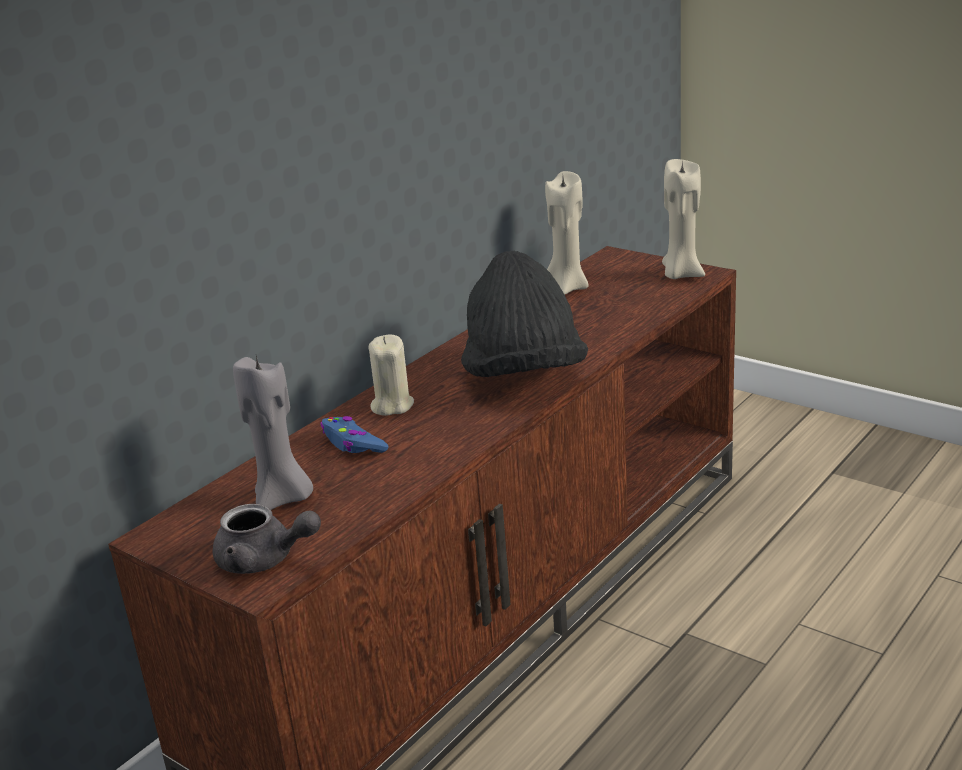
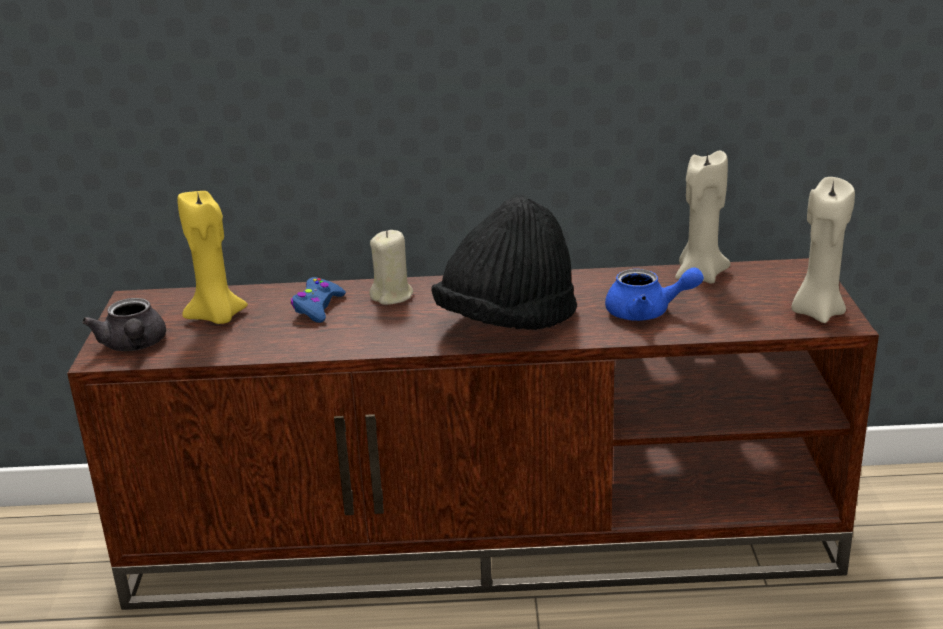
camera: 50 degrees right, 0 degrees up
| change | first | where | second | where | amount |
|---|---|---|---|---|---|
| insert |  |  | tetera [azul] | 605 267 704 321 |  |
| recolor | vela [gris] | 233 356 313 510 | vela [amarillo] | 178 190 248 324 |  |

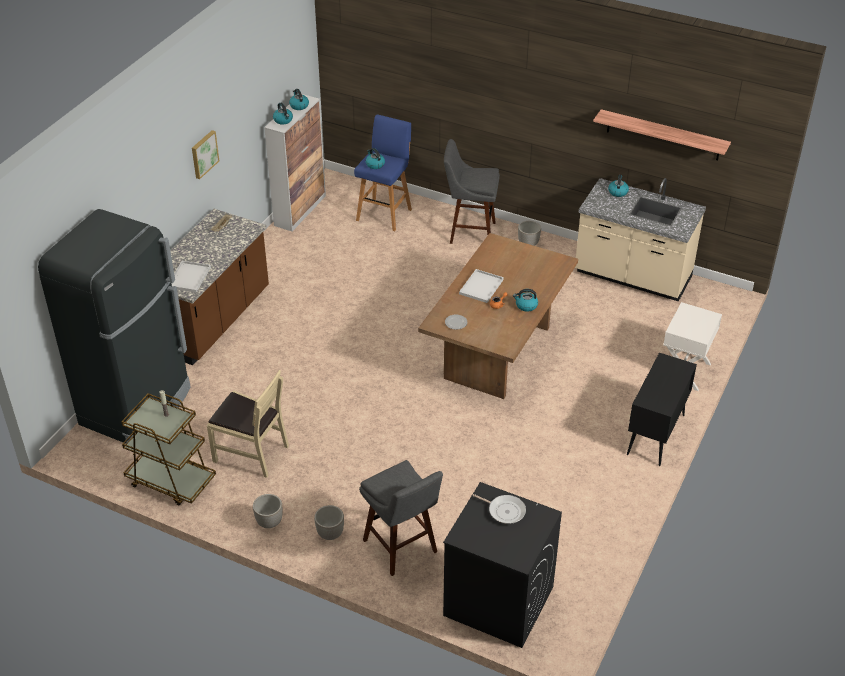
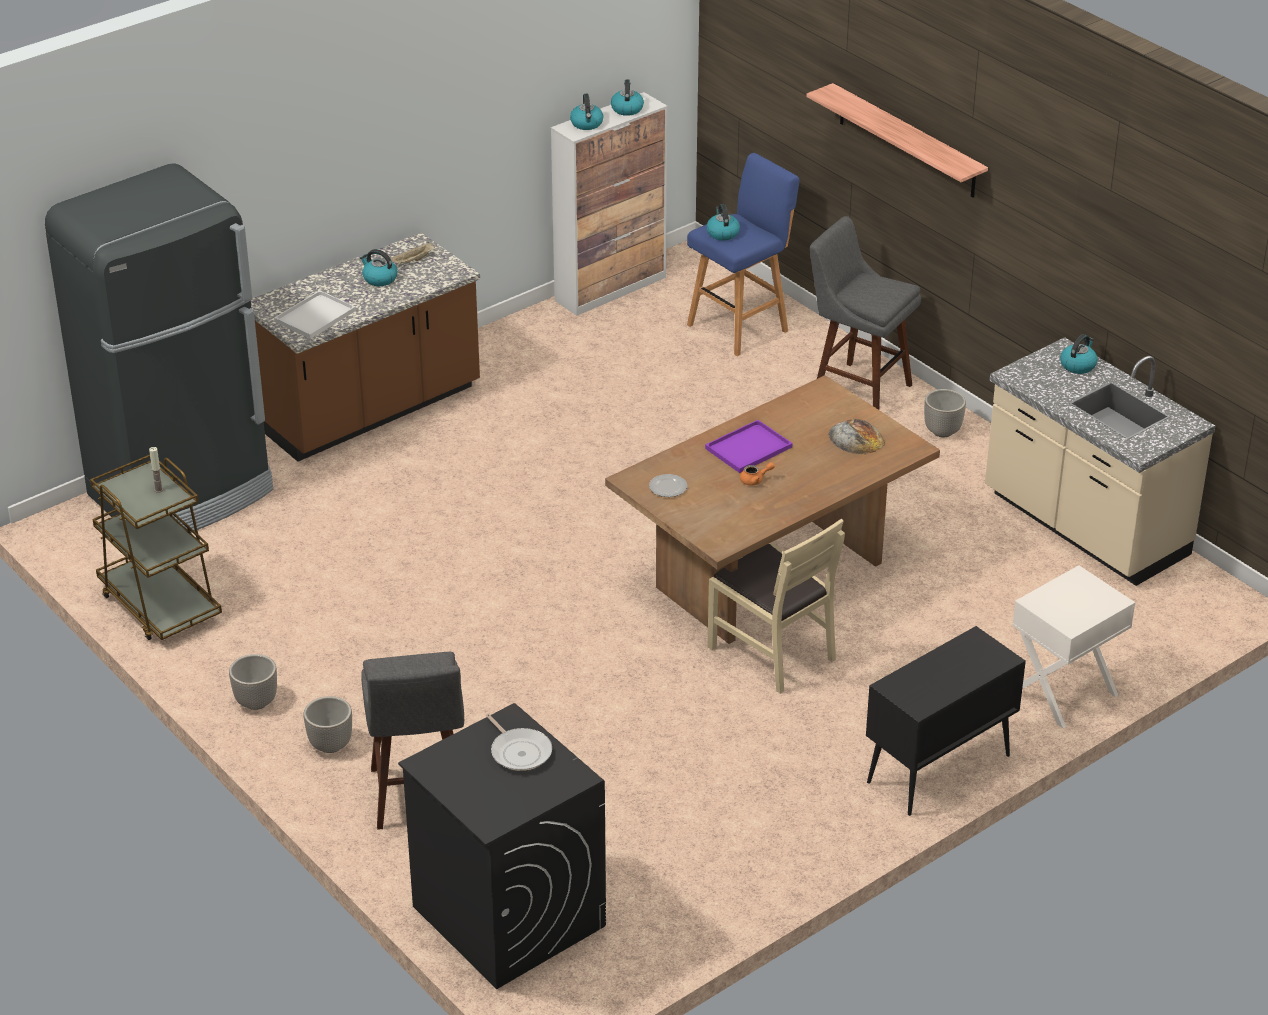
camera: 25 degrees right, 5 degrees down
| change | first | where | second | where | amount |
|---|---|---|---|---|---|
| delete | cuadro | 192 130 219 179 |  |  |  |
| insert |  |  | pan | 828 419 885 454 |  |
| move | silla [beis] | 207 370 289 478 |  | 707 519 845 694 |  |
| move | hervidor | 513 289 538 312 |  | 360 249 398 286 |  |
| move | estante | 593 109 731 161 |  | 807 83 988 198 |  |
| recolor | bandeja [blanco] | 459 269 504 303 | bandeja [morado] | 705 420 792 473 |  |

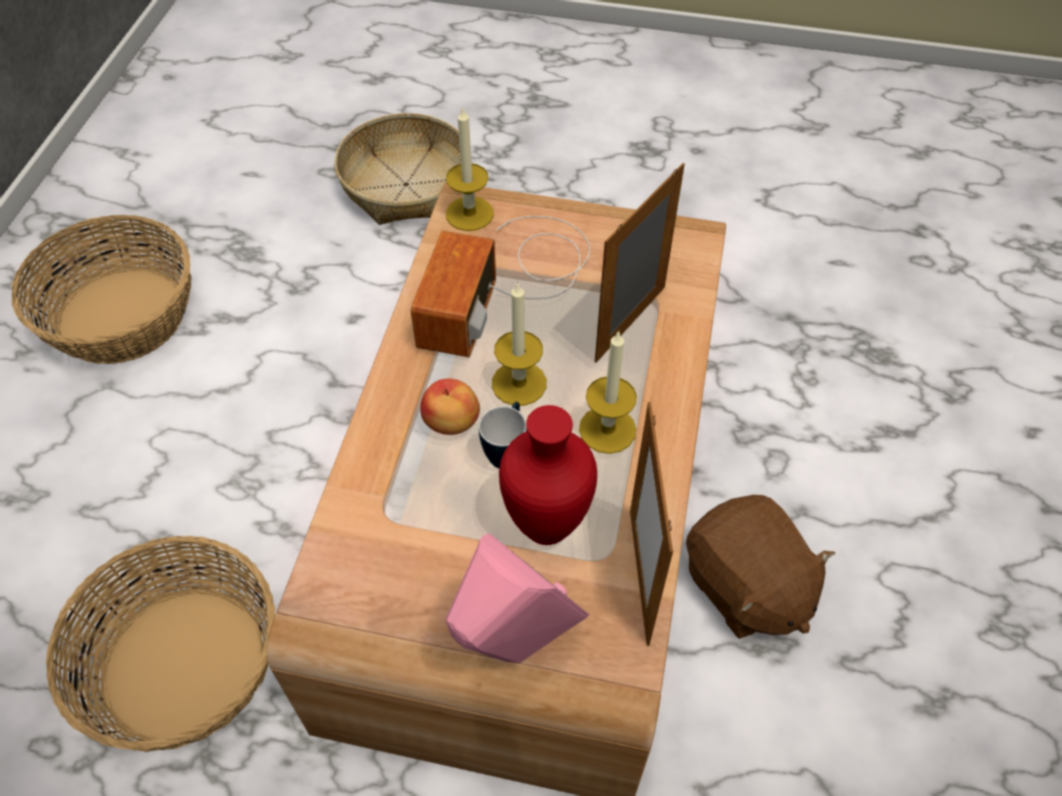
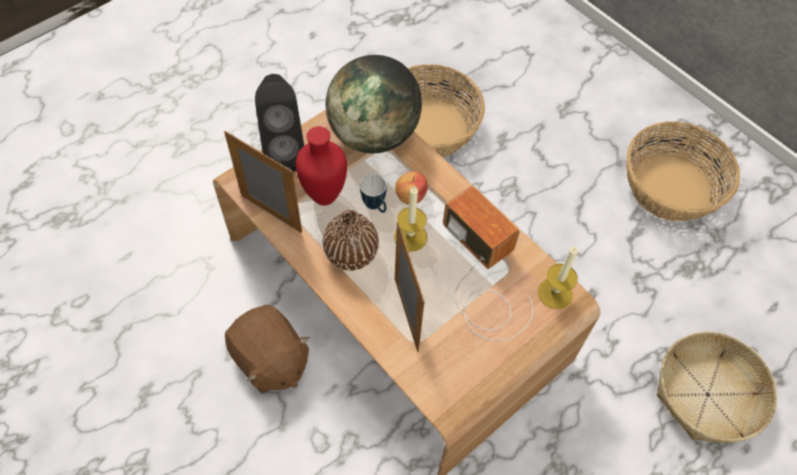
camera: 125 degrees right, 5 degrees up
| change | first | where | second | where | amount |
|---|---|---|---|---|---|
| insert |  |  | globo terráqueo | 326 55 422 153 |  |
| replace | vela | 579 330 637 454 | florero [marrón] | 322 210 379 271 |  |
| recolor | altavoz [rosa] | 445 533 589 663 | altavoz [negro] | 255 74 304 171 |  |
| rotate | peluche [marrón] | 686 495 835 639 |  | 225 305 310 394 | 135 degrees counterclockwise |

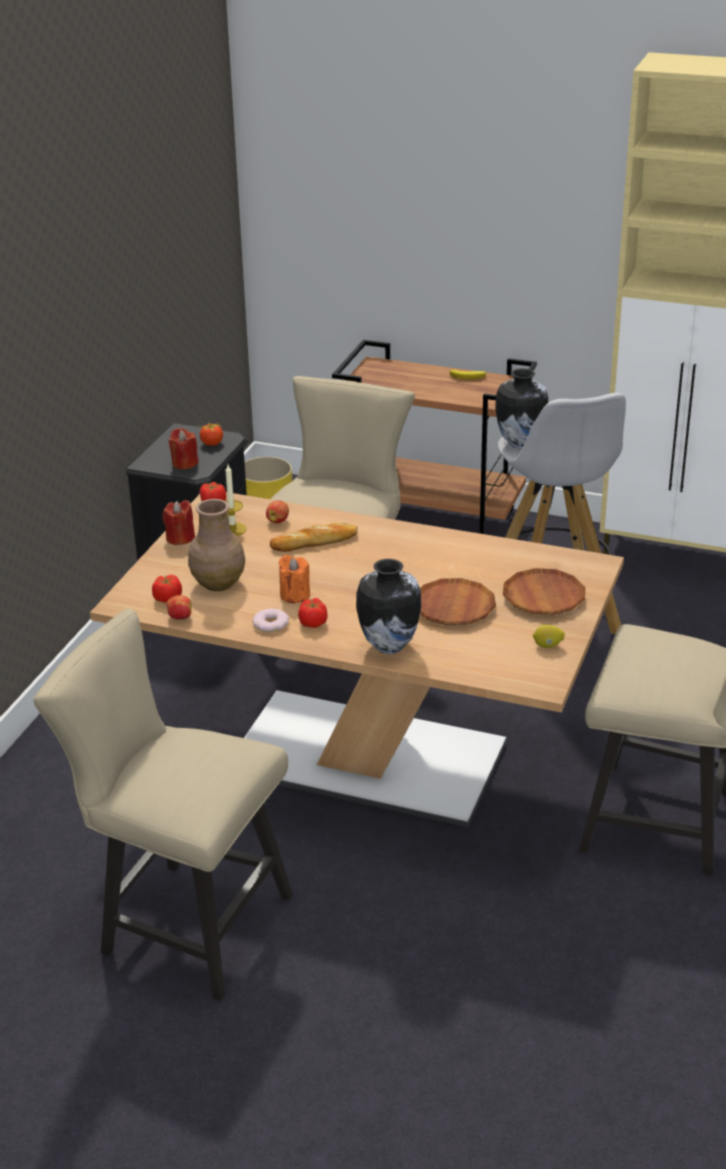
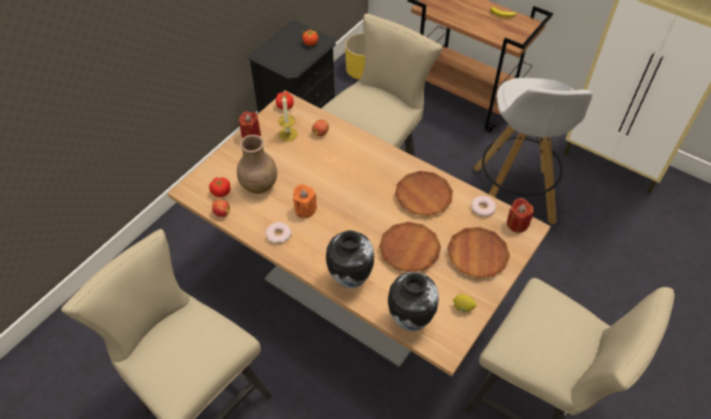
camera: 15 degrees right, 20 degrees up
| change | first | where | second | where | amount |
|---|---|---|---|---|---|
| delete | pan | 270 523 358 552 |  |  |  |
| delete | tomate | 298 598 327 628 |  |  |  |
| insert |  |  | plato [marrón] | 395 171 453 216 |  |
| insert |  |  | rosquilla | 471 196 496 217 |  |
| move | vela [rojo] | 169 428 199 469 |  | 507 198 534 233 |  |
| move | florero | 495 368 548 448 |  | 388 272 439 331 |  |

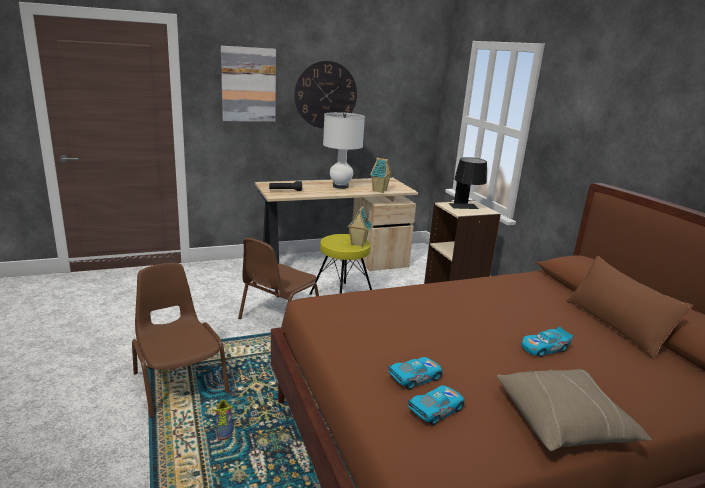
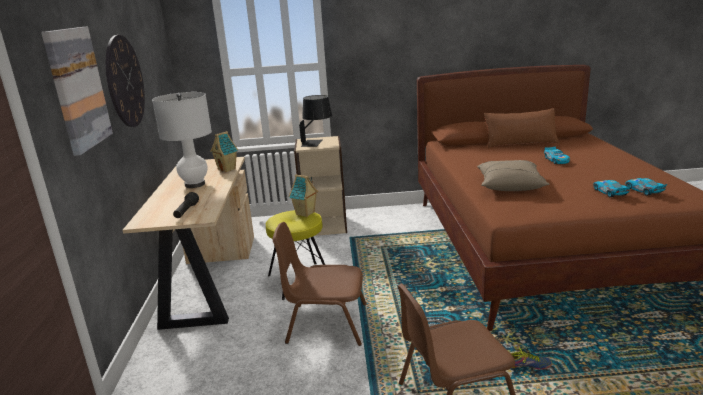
camera: 70 degrees left, 0 degrees up
| change | first | where | second | where | amount |
|---|---|---|---|---|---|
| move | cojín [beis] | 497 369 652 451 |  | 477 160 550 191 |  |
| rotate | silla [marrón] | 238 238 319 328 |  | 272 222 367 346 | 135 degrees clockwise |

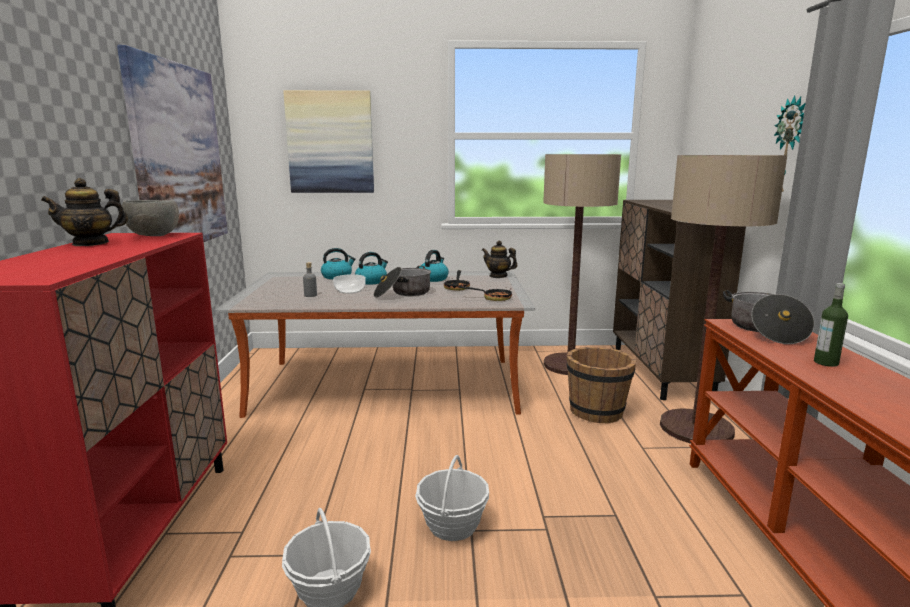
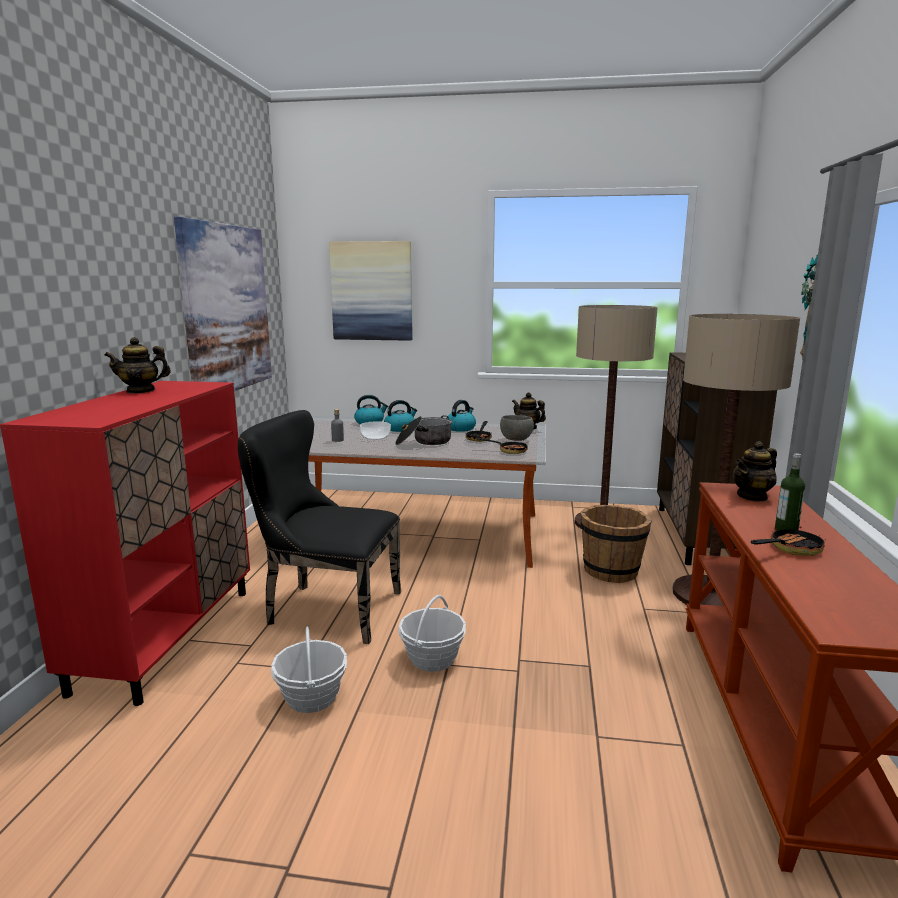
camera: 10 degrees right, 0 degrees up
| change | first | where | second | where | amount |
|---|---|---|---|---|---|
| insert |  |  | silla [negro] | 238 410 401 644 |  |
| insert |  |  | sartén | 751 525 825 556 |  |
| move | cuenco [gris] | 122 200 179 236 |  | 500 415 534 441 |  |
| replace | olla | 723 290 815 344 | tetera | 733 441 777 502 |  |

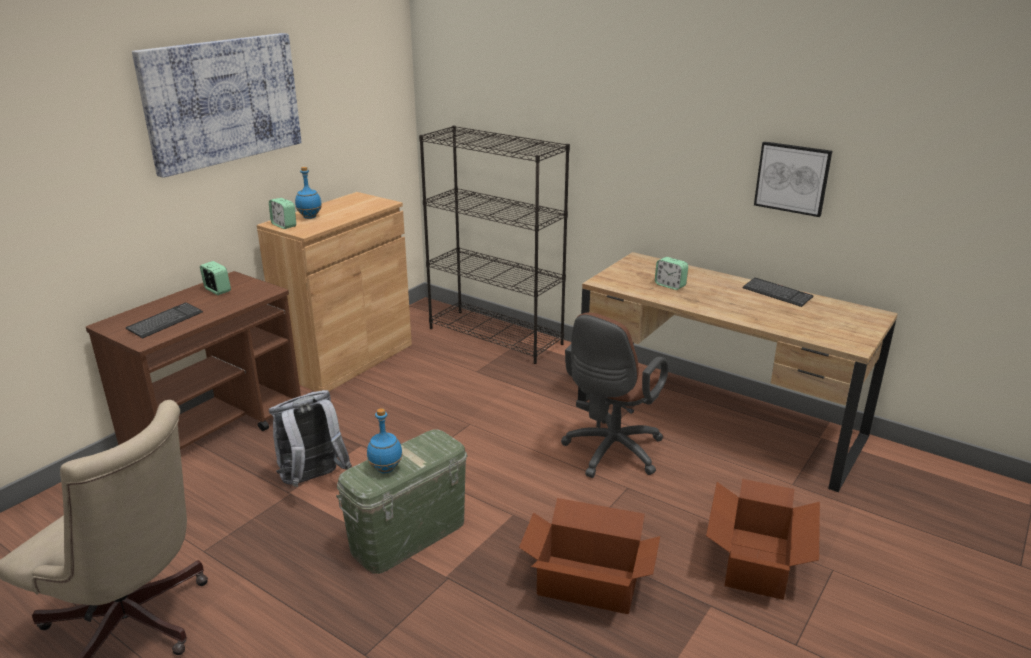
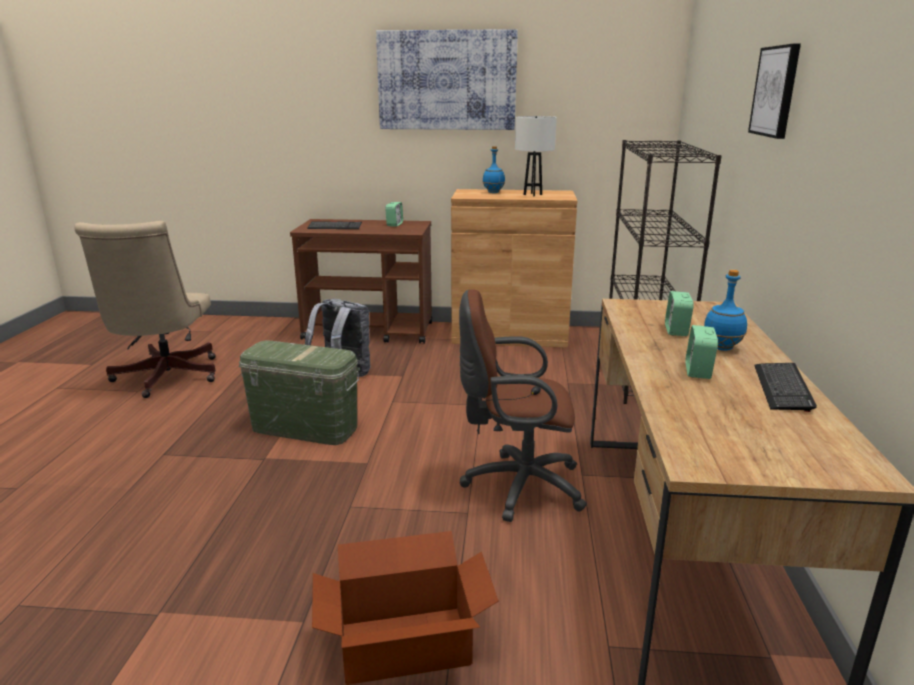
camera: 60 degrees right, 5 degrees down
| change | first | where | second | where | amount |
|---|---|---|---|---|---|
| delete | caja de cartón | 519 498 660 614 |  |  |  |
| insert |  |  | lámpara de mesa [blanco] | 515 116 557 196 |  |
| move | despertador | 269 198 296 229 |  | 685 325 718 379 |  |
| move | botella [azul] | 367 408 403 473 |  | 704 270 747 351 |  |
| move | cuadro | 754 141 832 217 |  | 748 44 801 139 |  |

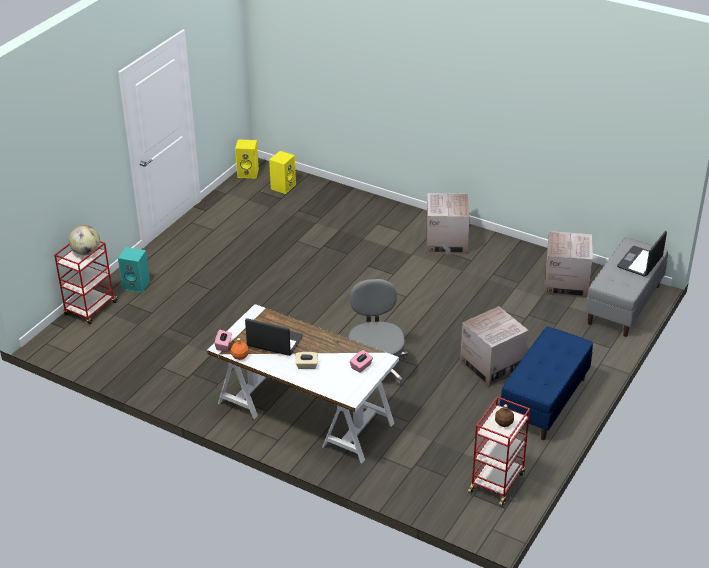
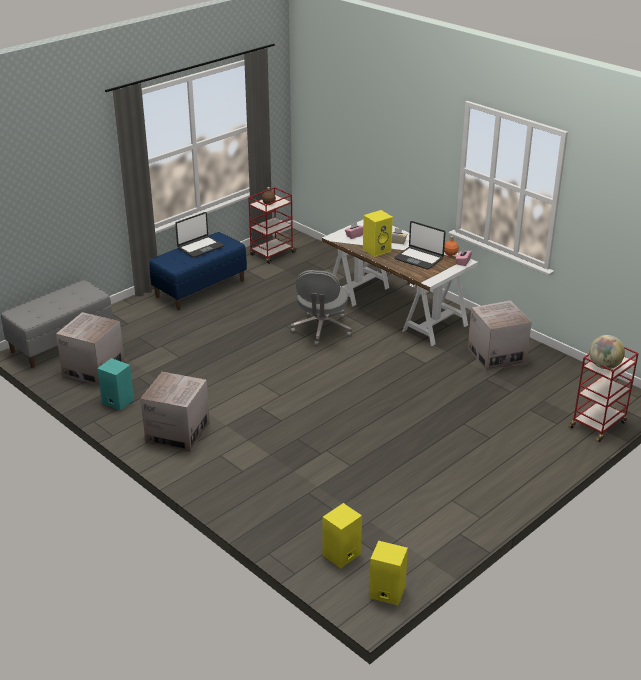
camera: 165 degrees left, 5 degrees down
| change | first | where | second | where | amount |
|---|---|---|---|---|---|
| insert |  |  | altavoz [amarillo] | 363 210 393 257 |  |
| move | altavoz [turquesa] | 118 247 150 293 |  | 97 358 134 411 |  |
| move | caja de cartón | 460 306 529 387 |  | 468 300 532 371 |  |
| move | portátil | 617 231 667 276 |  | 175 212 224 257 |  |

